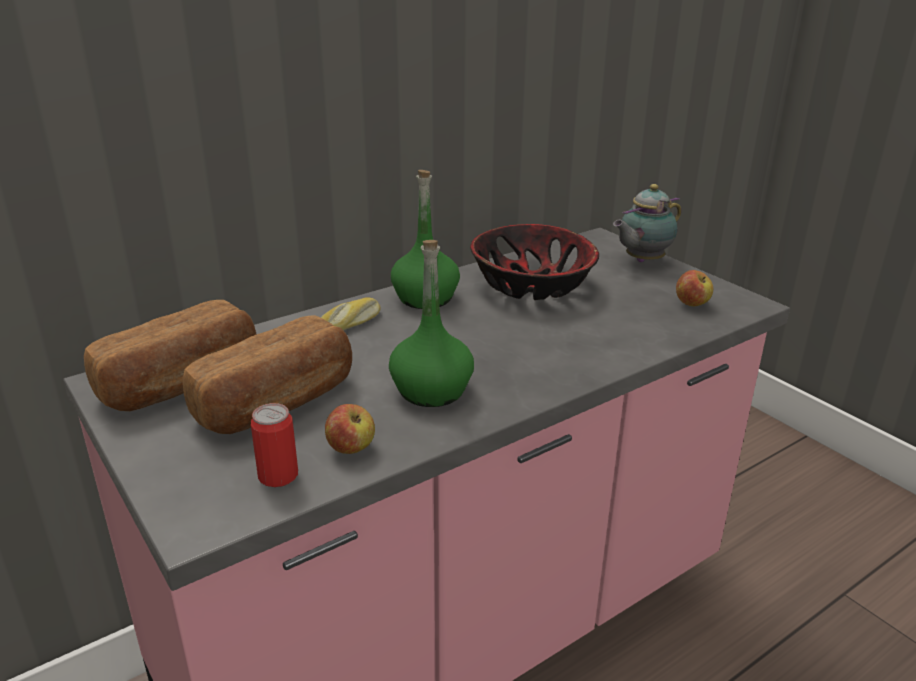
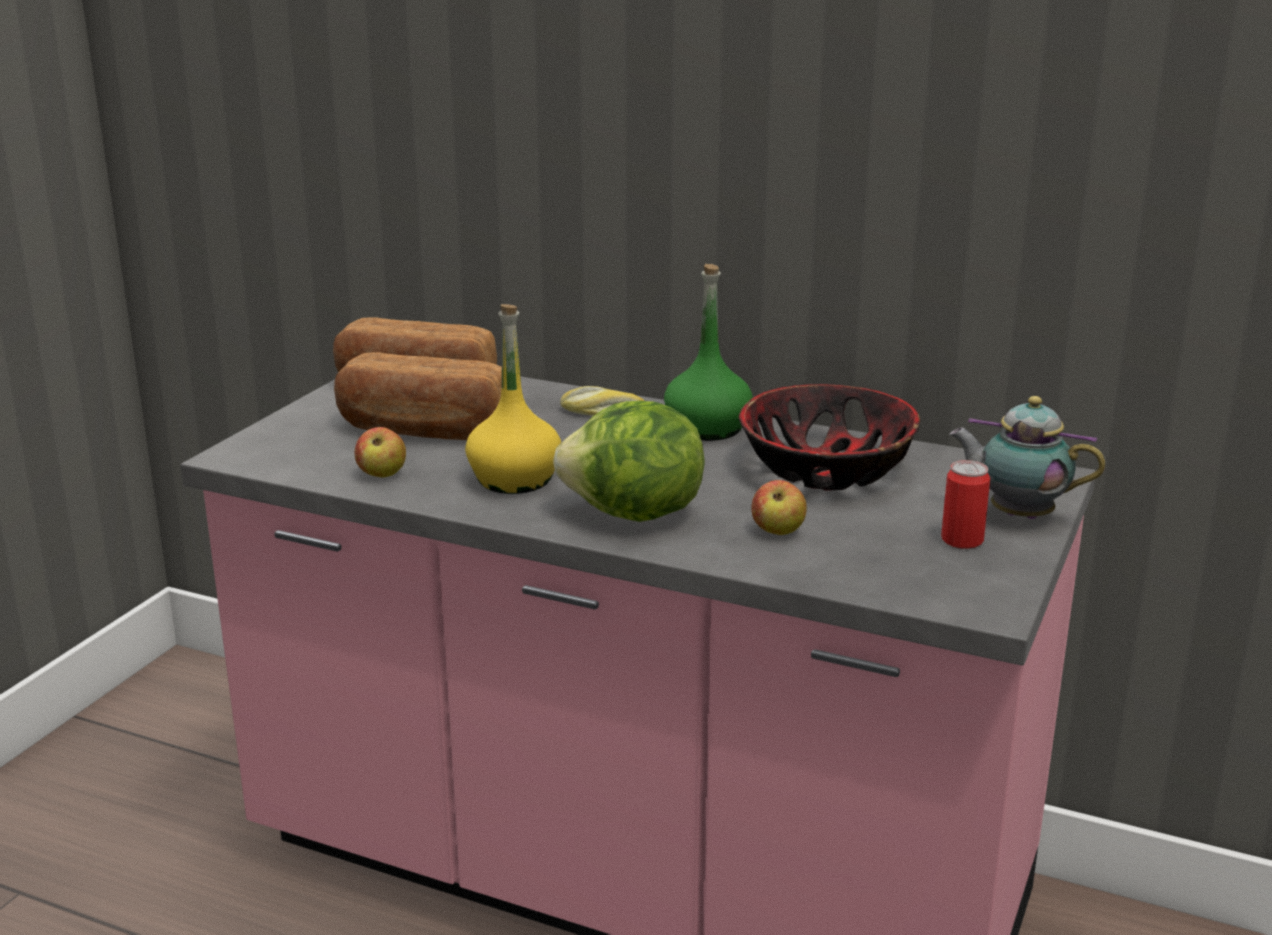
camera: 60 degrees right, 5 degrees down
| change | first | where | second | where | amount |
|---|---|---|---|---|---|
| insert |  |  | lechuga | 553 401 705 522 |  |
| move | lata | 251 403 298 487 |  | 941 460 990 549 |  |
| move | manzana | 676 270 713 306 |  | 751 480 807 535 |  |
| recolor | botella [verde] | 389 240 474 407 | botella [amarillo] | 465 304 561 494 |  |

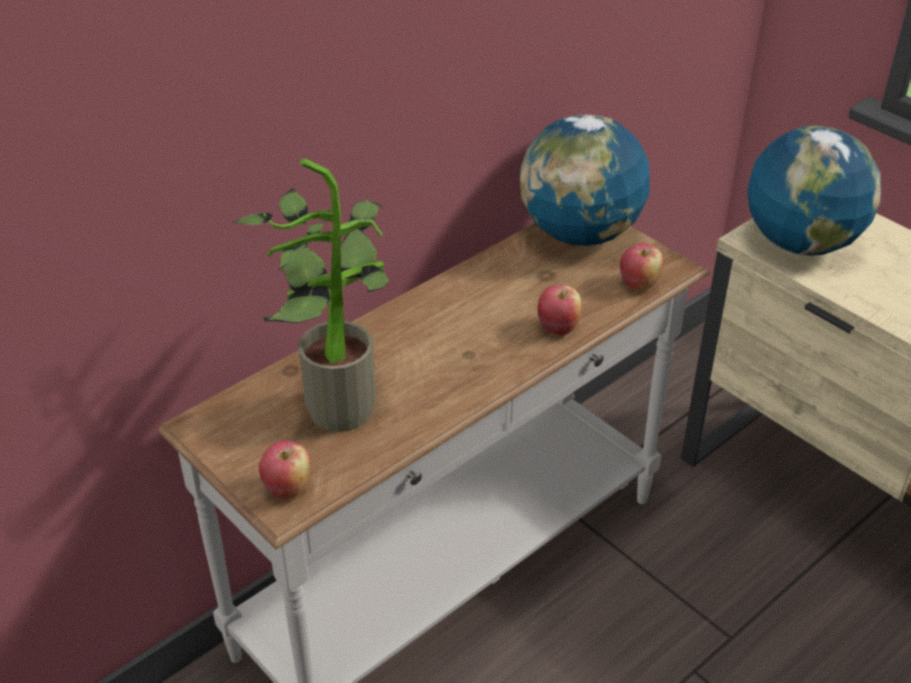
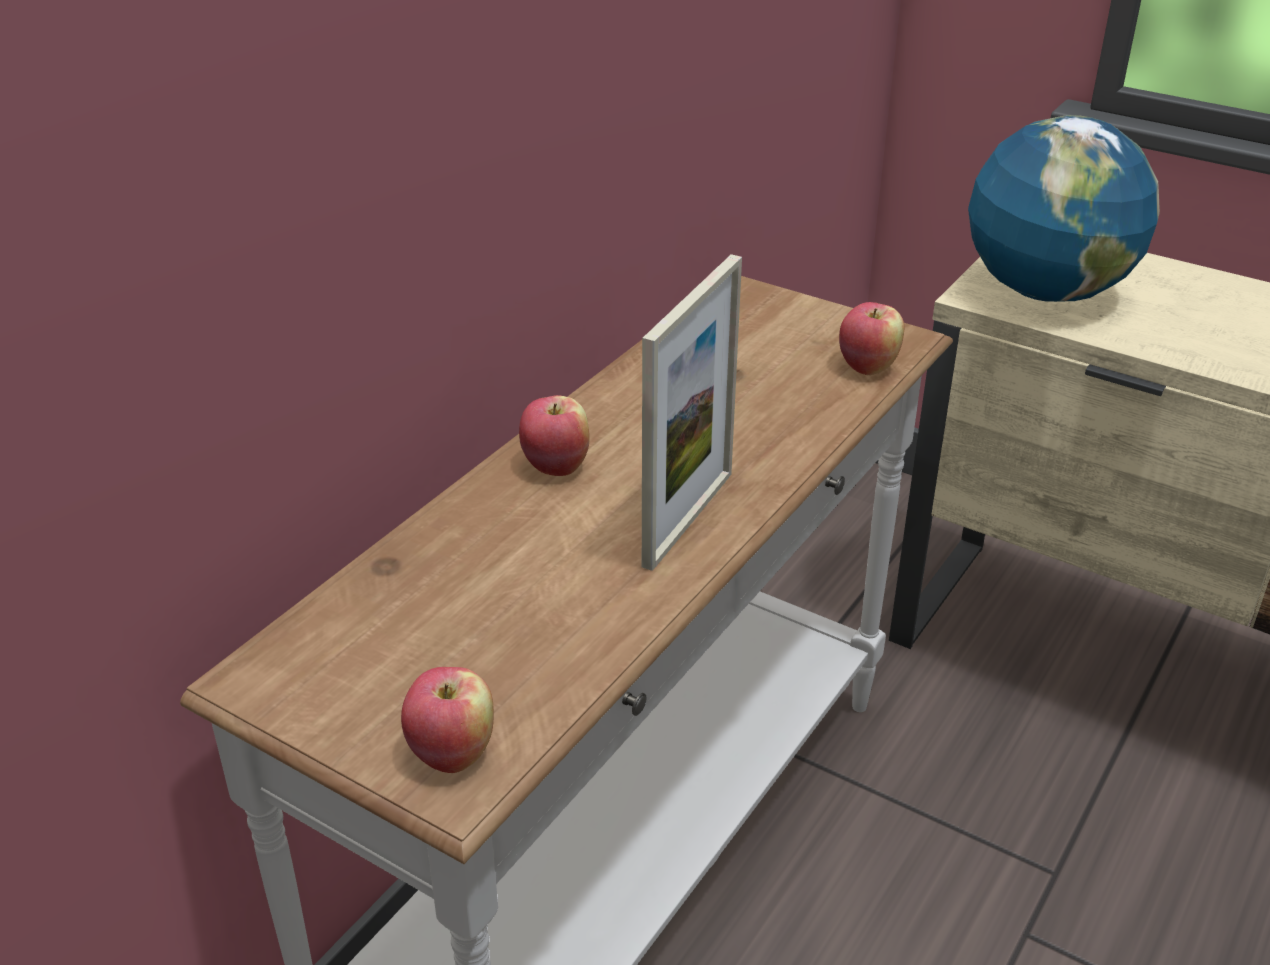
camera: 15 degrees left, 5 degrees down
| change | first | where | second | where | amount |
|---|---|---|---|---|---|
| delete | planta en maceta | 232 159 389 432 |  |  |  |
| delete | globo terráqueo | 520 114 649 246 |  |  |  |
| insert |  |  | portarretratos | 642 254 742 571 |  |
| move | manzana | 537 285 581 336 |  | 519 395 590 476 |  |

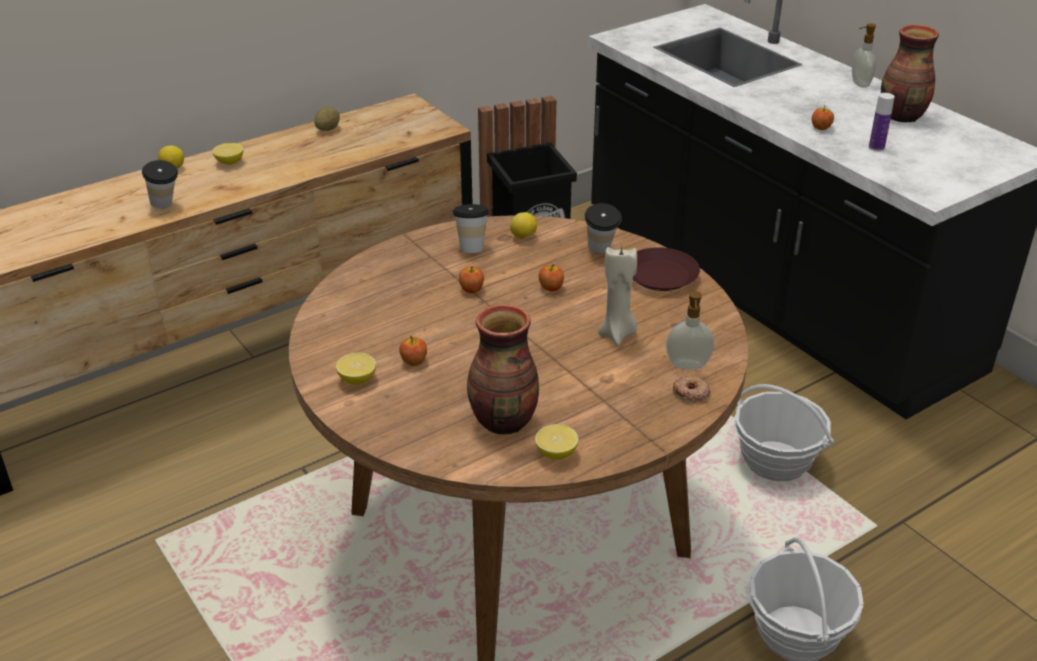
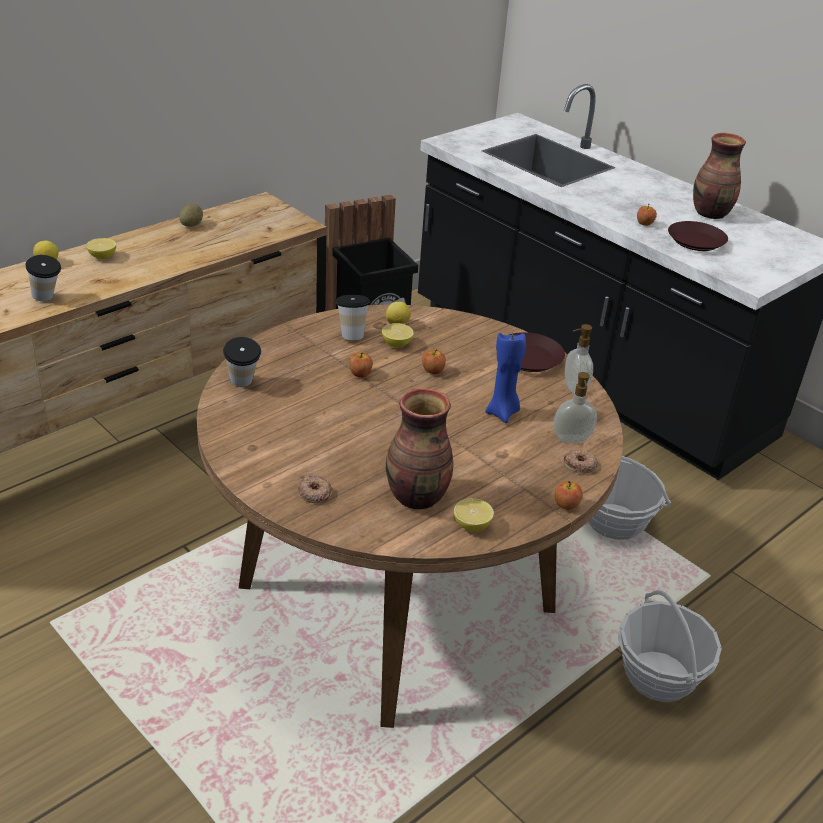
camera: 10 degrees left, 0 degrees up
| change | first | where | second | where | amount |
|---|---|---|---|---|---|
| insert |  |  | rosquilla | 298 475 332 503 |  |
| move | limón | 336 353 376 385 |  | 382 323 414 348 |  |
| move | manzana | 399 336 427 366 |  | 555 481 583 510 |  |
| move | taza | 585 203 622 253 |  | 223 337 261 387 |  |
| move | dispensador de jabón | 852 23 876 88 |  | 565 324 593 394 |  |
| replace | botella | 869 93 895 151 | plato [marrón] | 668 221 728 251 |  |
| recolor | vela [beis] | 598 247 637 346 | vela [azul] | 486 333 526 423 |  |

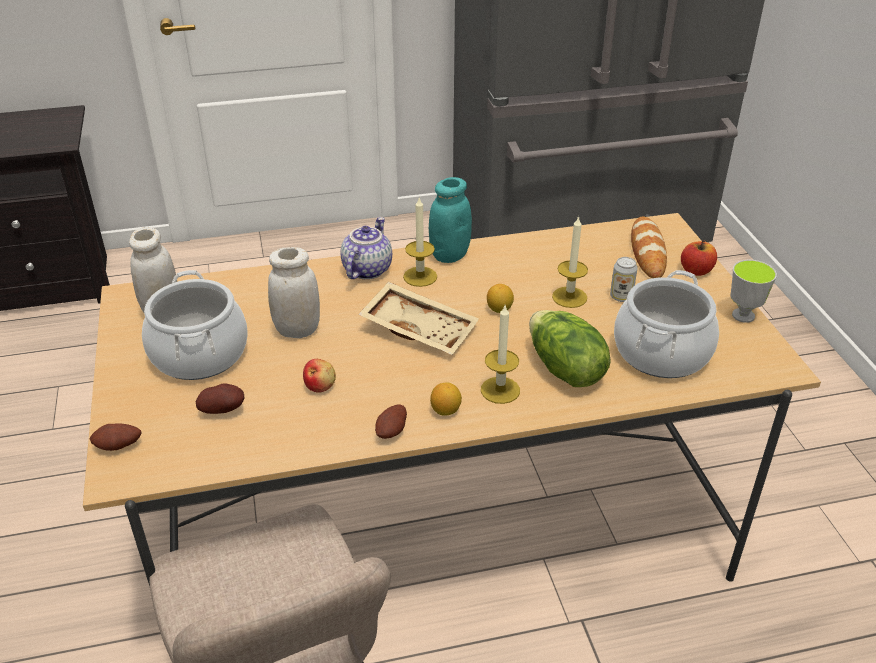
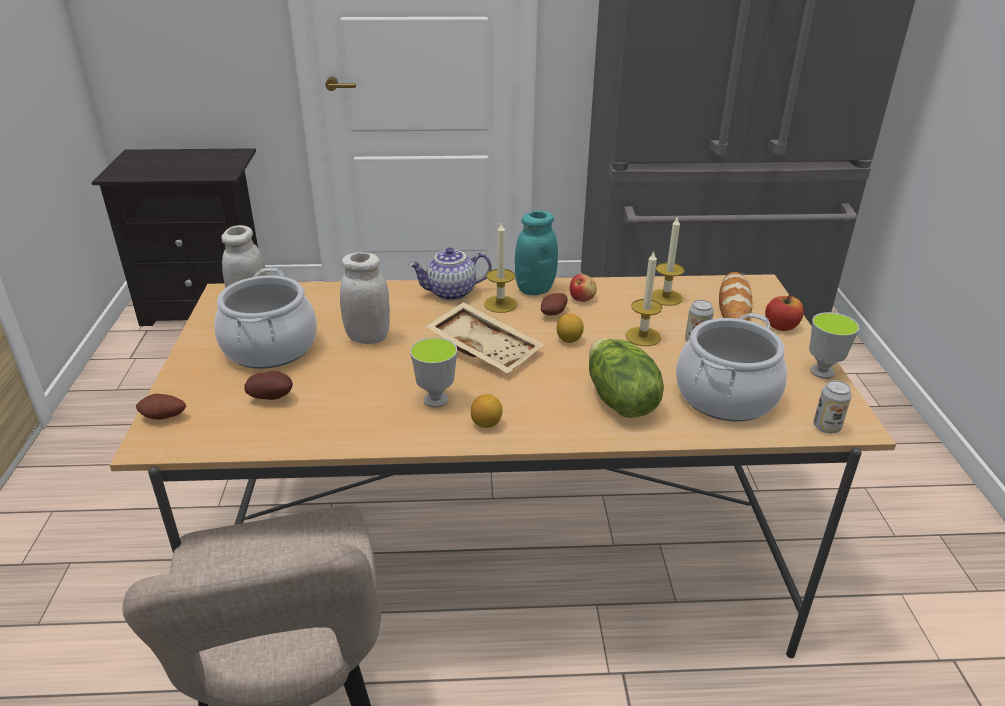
camera: 10 degrees right, 5 degrees down
| change | first | where | second | where | amount |
|---|---|---|---|---|---|
| insert |  |  | taza | 410 337 457 408 |  |
| insert |  |  | lata | 813 380 852 434 |  |
| move | manzana | 303 359 336 393 |  | 570 274 597 302 |  |
| move | patata | 375 404 407 439 |  | 541 293 568 316 |  |
| move | vela | 481 306 520 404 |  | 652 215 685 306 |  |
| rotate | tetera | 340 217 392 279 |  | 409 248 492 301 | 135 degrees counterclockwise |

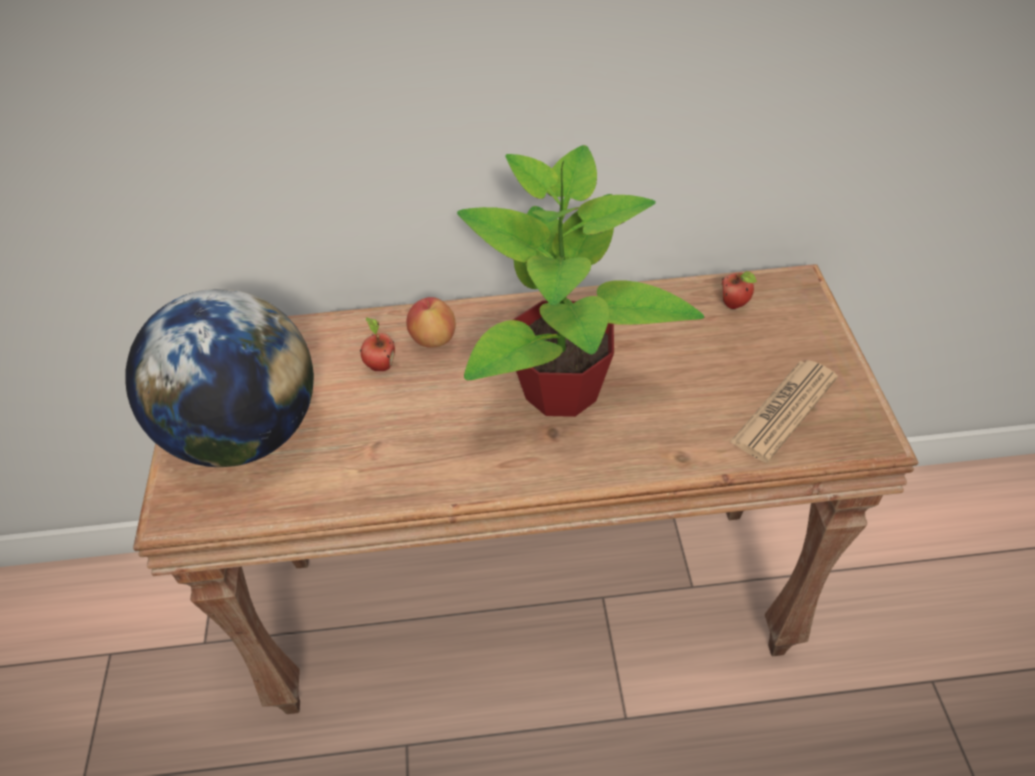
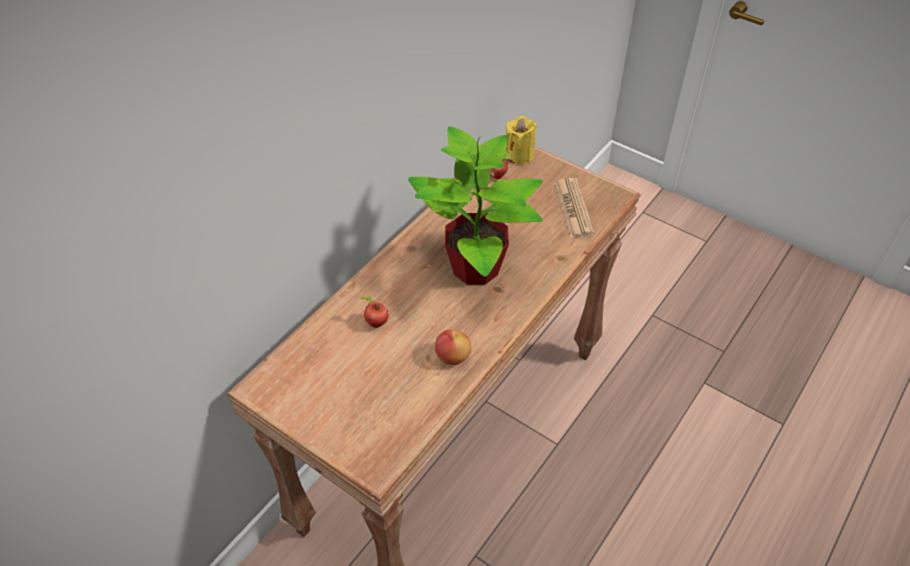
camera: 50 degrees left, 0 degrees up
| change | first | where | second | where | amount |
|---|---|---|---|---|---|
| delete | globo terráqueo | 125 289 314 467 |  |  |  |
| insert |  |  | vela [amarillo] | 505 116 537 164 |  |
| move | manzana | 406 297 456 348 |  | 435 329 471 365 |  |

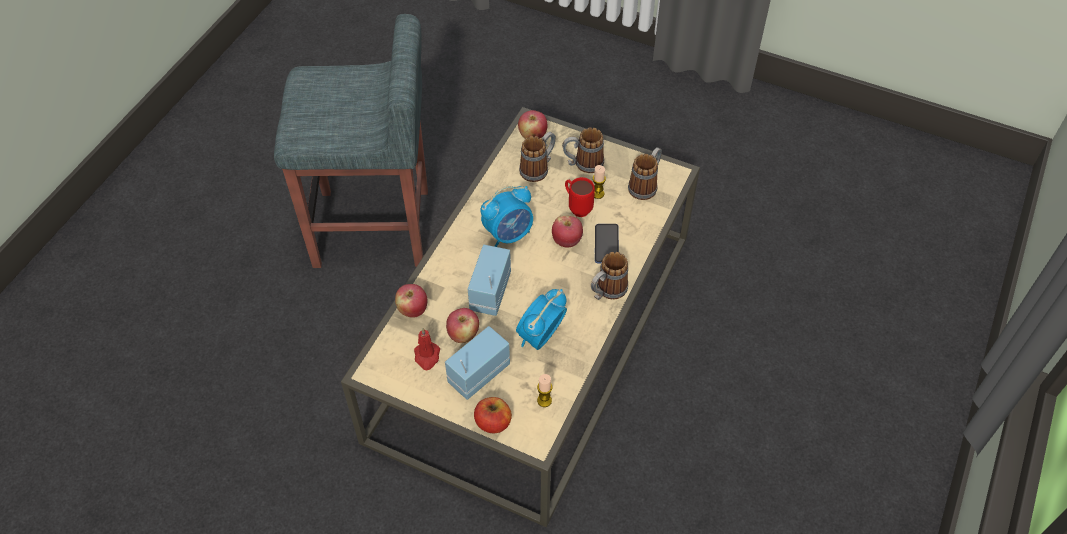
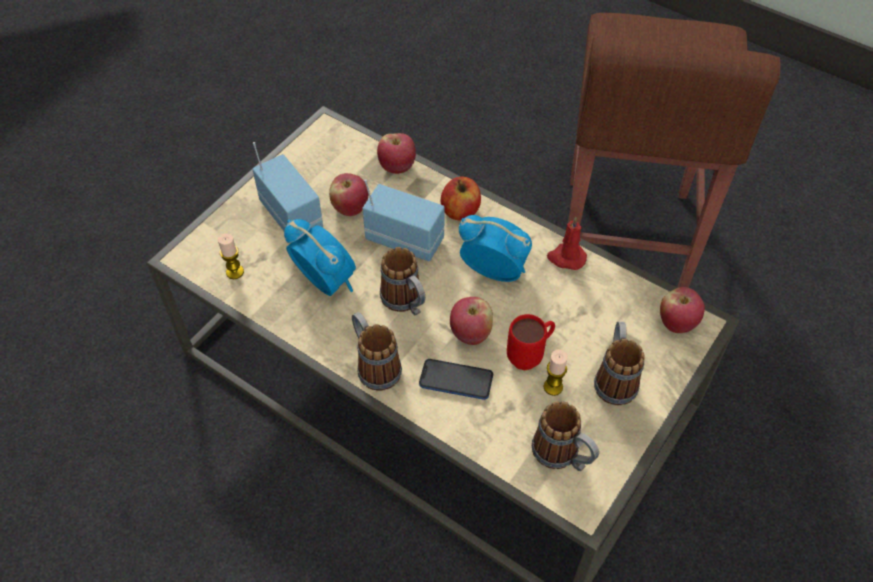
camera: 100 degrees right, 0 degrees up
| change | first | where | second | where | amount |
|---|---|---|---|---|---|
| move | vela [rojo] | 414 328 440 370 |  | 547 217 587 270 |  |
| move | manzana | 474 397 512 433 |  | 441 177 481 221 |  |
| move | taza grande | 519 132 556 182 |  | 380 247 425 316 |  |
| recolor | taburete [gris] | 274 14 428 268 | taburete [marrón] | 568 13 780 288 |  |
| rotate | despertador | 481 186 533 247 |  | 459 215 532 282 | 135 degrees clockwise |

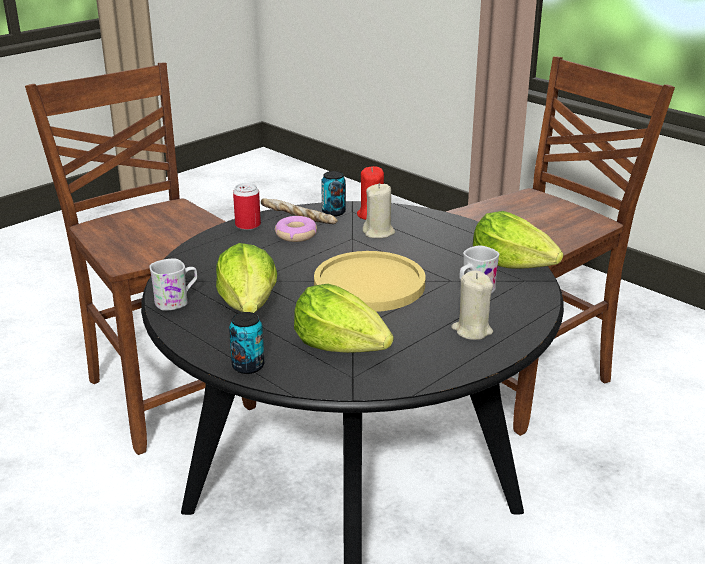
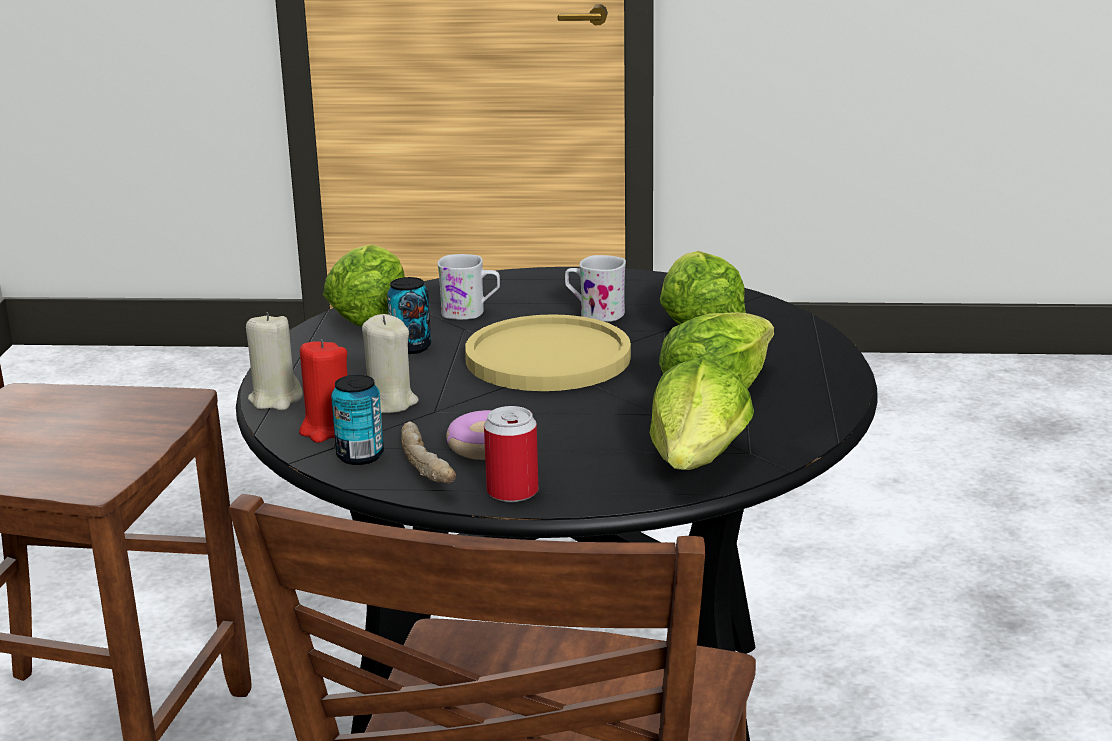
camera: 130 degrees left, 5 degrees down
| change | first | where | second | where | amount |
|---|---|---|---|---|---|
| insert |  |  | lechuga | 650 358 754 470 |  |
| move | taza grande [blanco] | 150 258 197 311 |  | 565 255 626 322 |  |
| move | lata | 229 312 265 374 |  | 387 277 431 354 |  |
| move | vela [beis] | 451 271 493 340 |  | 246 312 303 410 |  |

